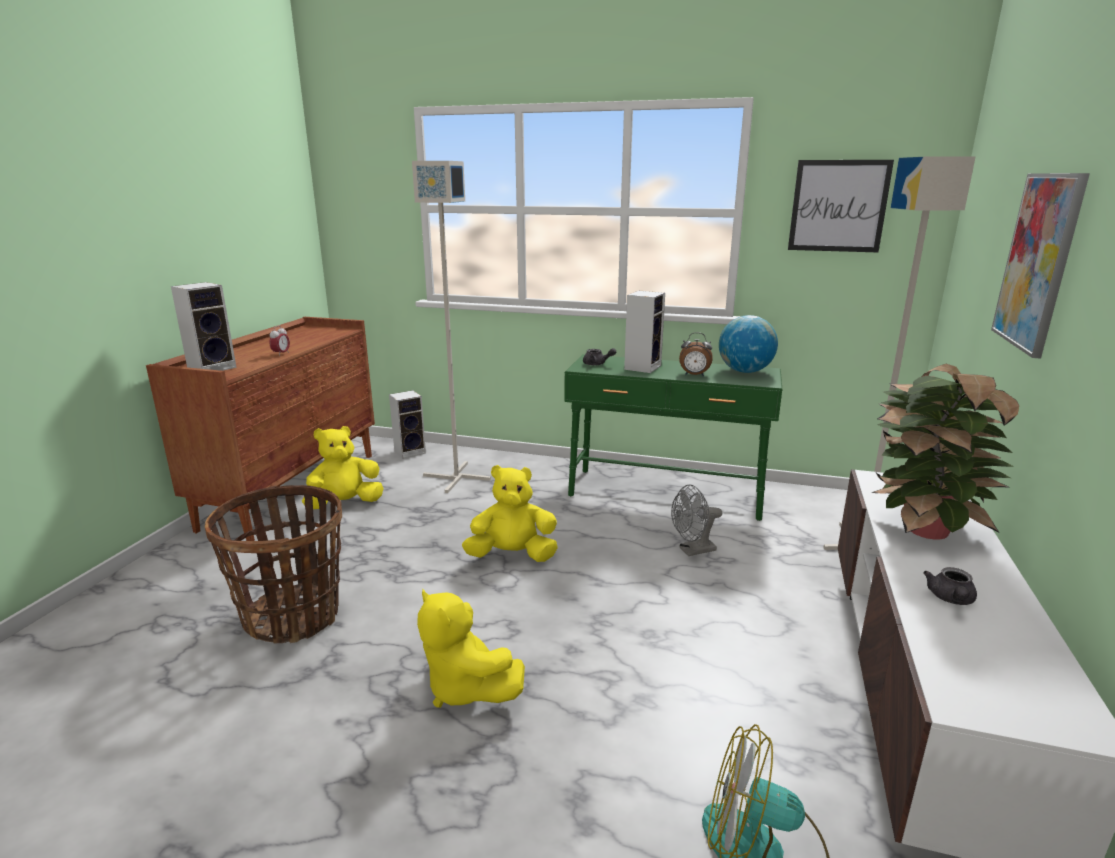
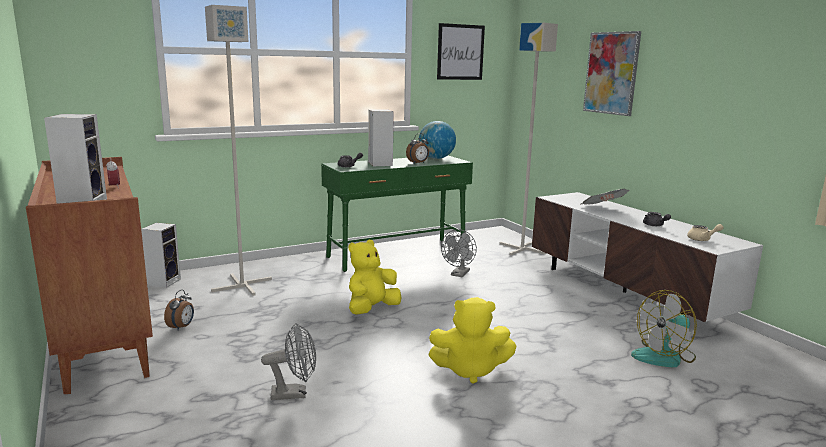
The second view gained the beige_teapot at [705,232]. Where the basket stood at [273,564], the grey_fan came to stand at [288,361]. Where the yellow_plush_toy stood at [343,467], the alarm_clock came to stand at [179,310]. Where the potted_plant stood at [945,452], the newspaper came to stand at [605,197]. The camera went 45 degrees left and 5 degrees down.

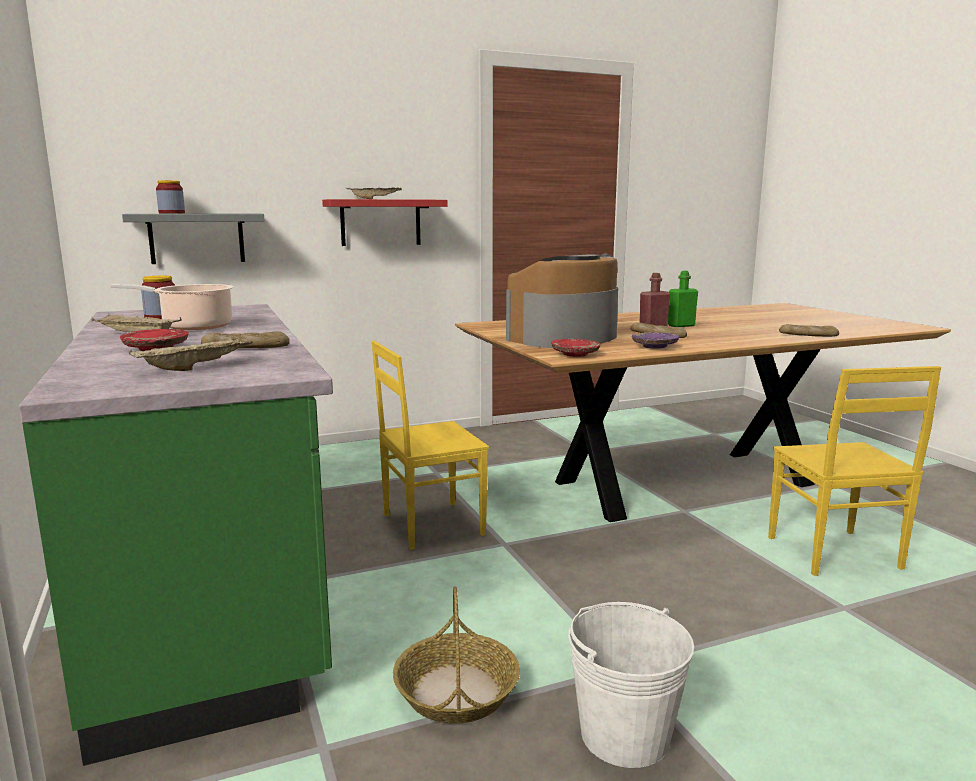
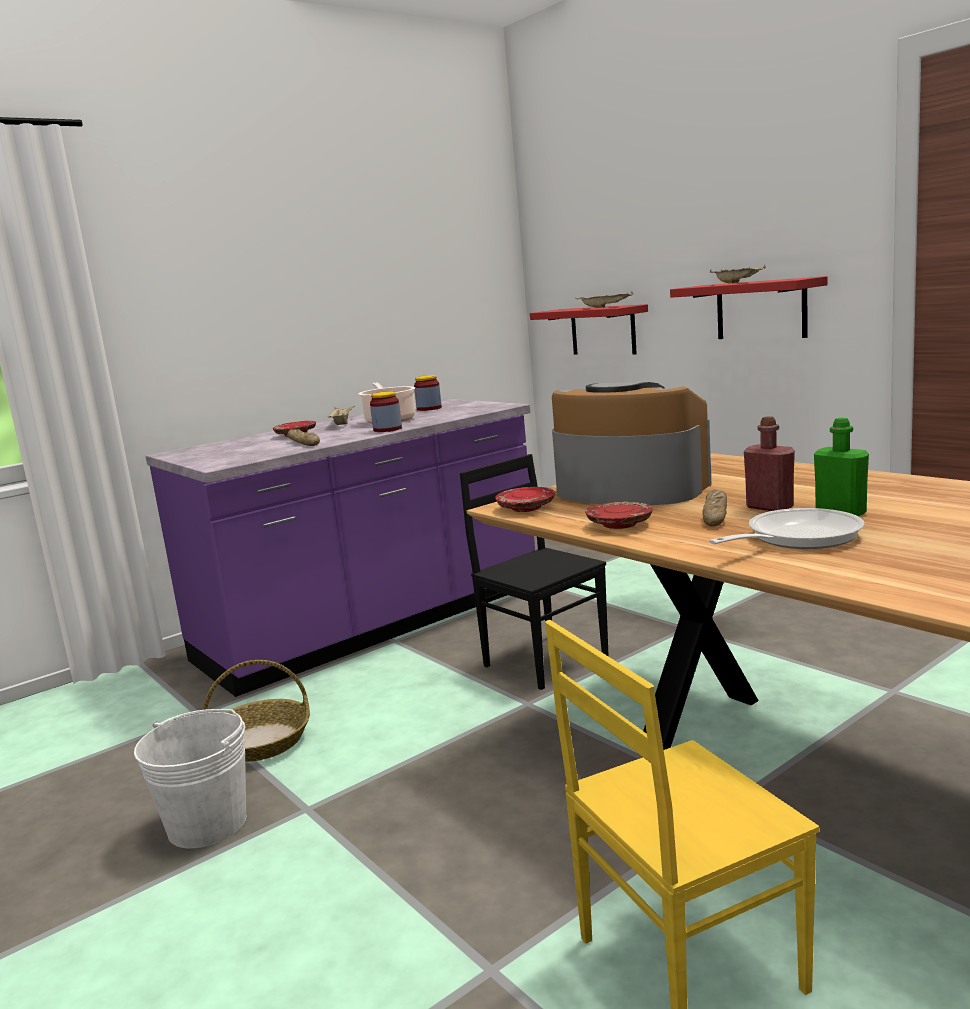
The second view lost the bread at [809,330]. The second view gained the frying_pan at [787,528]. The beige_tray ended up elsewhere, having gone from [191,353] to [604,299]. The jar ended up elsewhere, having gone from [170,196] to [386,411]. What was the green_counter at [176,535] turned into the purple_counter at [340,548]. What was the grey_shelf at [193,238] turned into the red_shelf at [589,329]. What was the yellow_chair at [430,445] turned into the black_chair at [534,572]. What was the purple_plate at [655,340] turned into the red_plate at [619,515]. The camera went 75 degrees right and 0 degrees up.

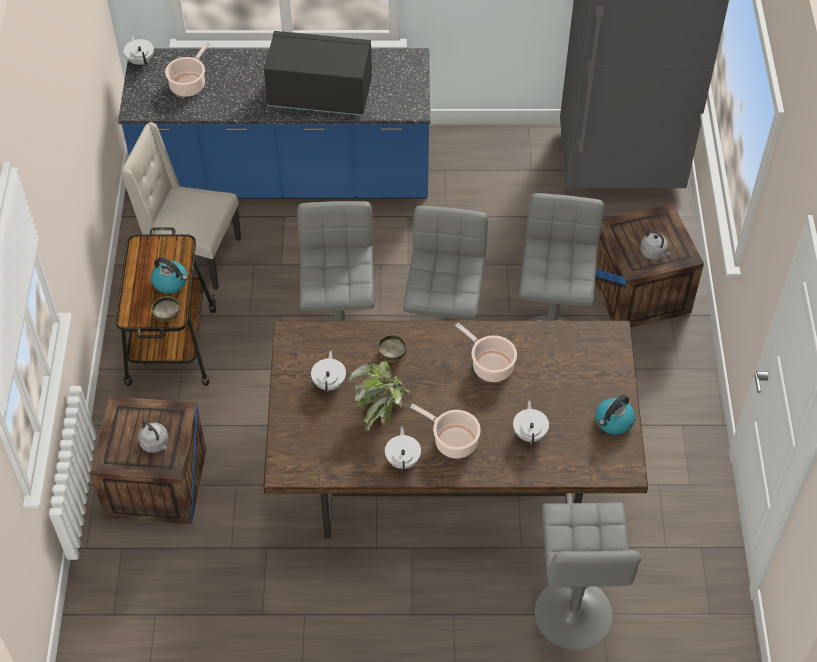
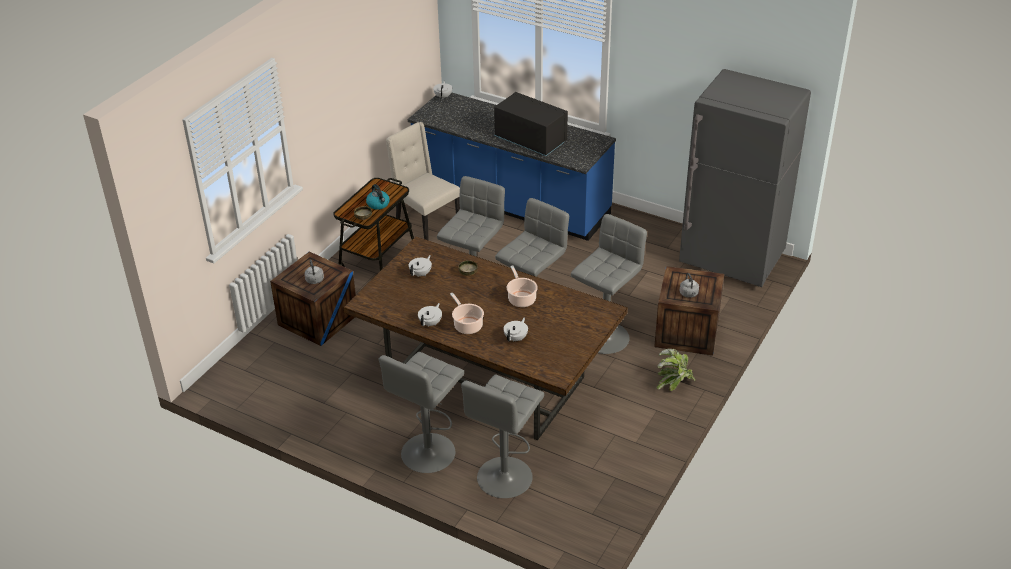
The second view lost the cooking_pot at [188,69]. The second view lost the kettle at [615,415]. The second view gained the grey_stool at [421,412]. The potted_plant ended up elsewhere, having gone from [379,396] to [676,370]. The camera went 30 degrees right and 15 degrees down.

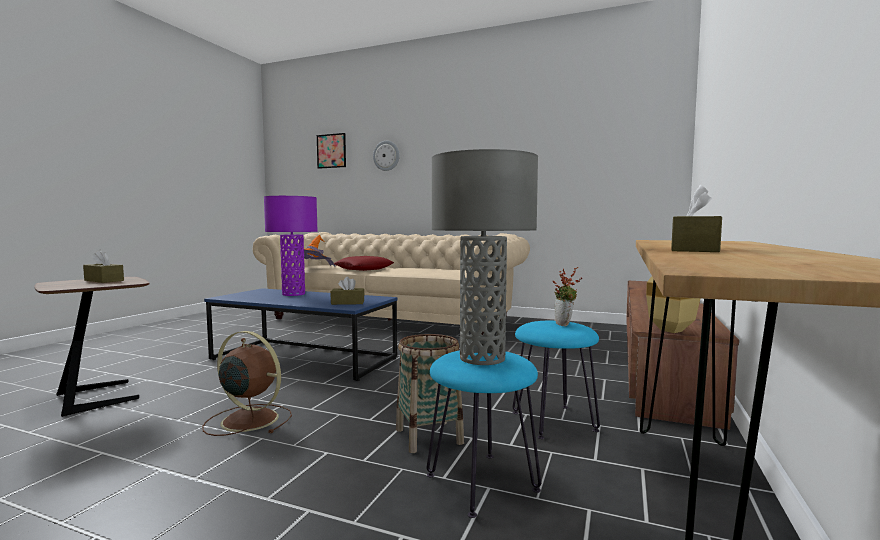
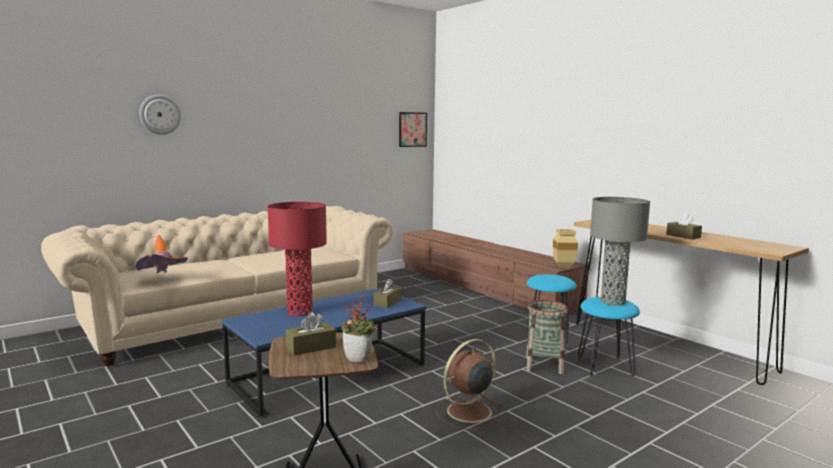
The second view lost the red_pillow at [363,263]. The picture ended up elsewhere, having gone from [331,151] to [413,129]. The potted_plant ended up elsewhere, having gone from [567,296] to [358,328]. What was the purple_table_lamp at [291,246] turned into the red_table_lamp at [297,259]. The camera went 60 degrees left and 5 degrees up.

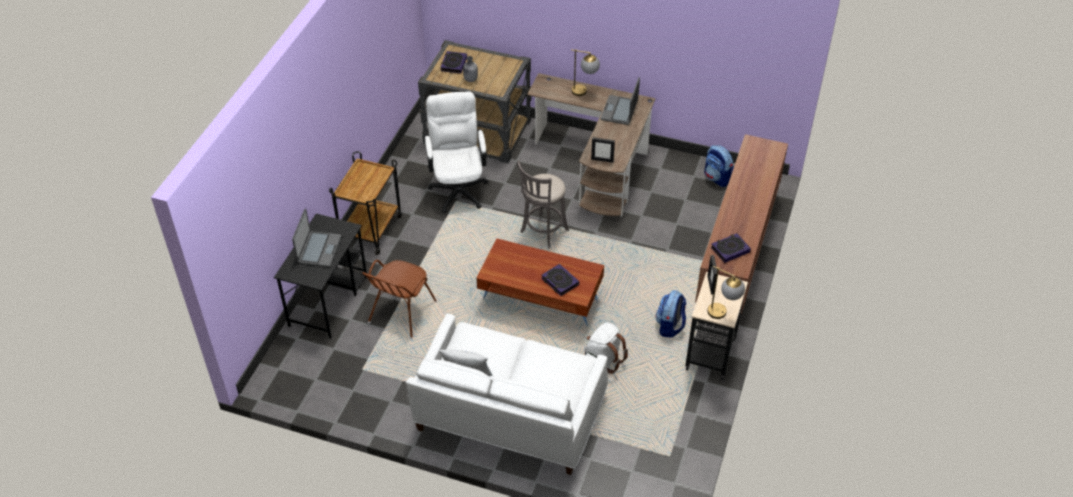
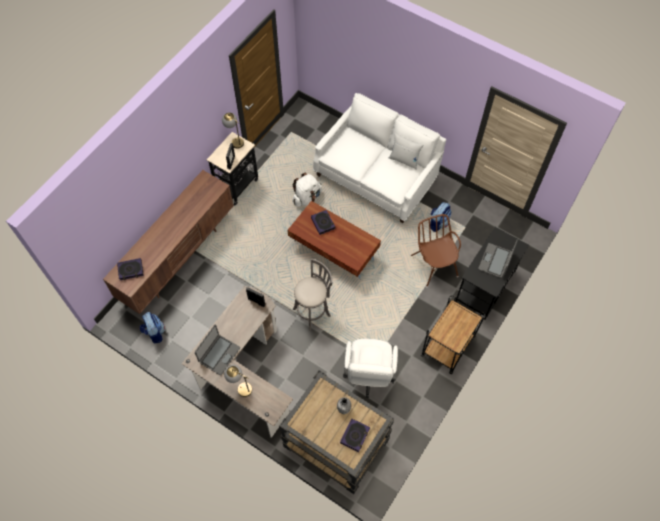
The backpack ended up elsewhere, having gone from [671,313] to [440,217]. The book ended up elsewhere, having gone from [731,248] to [130,269]. The brown_chair at [399,299] ended up facing another way, 60 degrees counterclockwise from before. The camera went 165 degrees left and 15 degrees up.

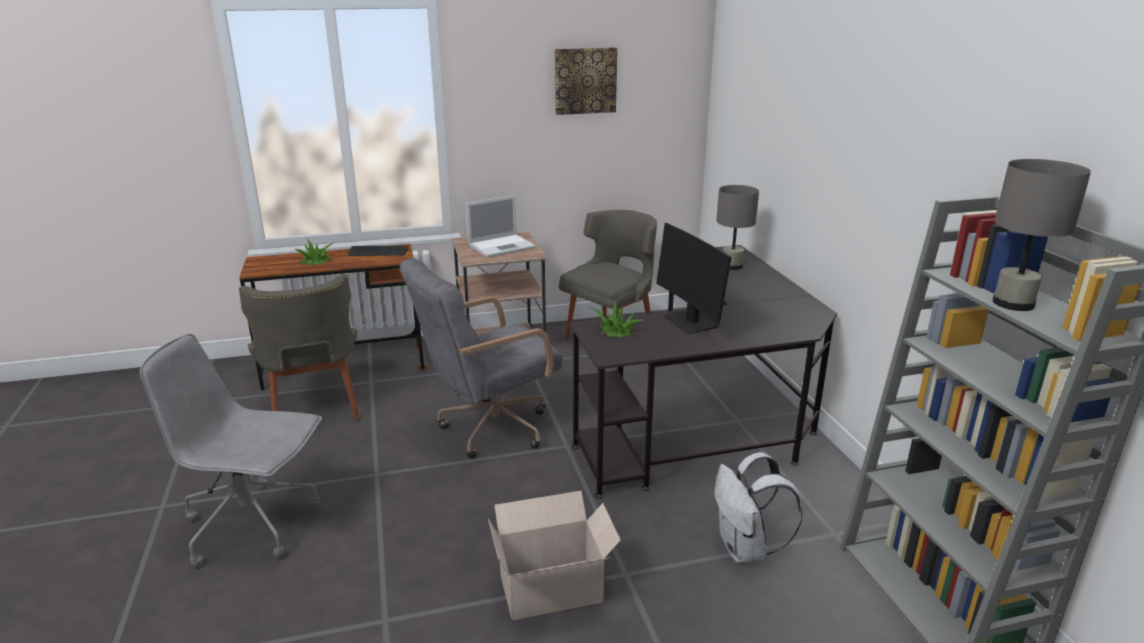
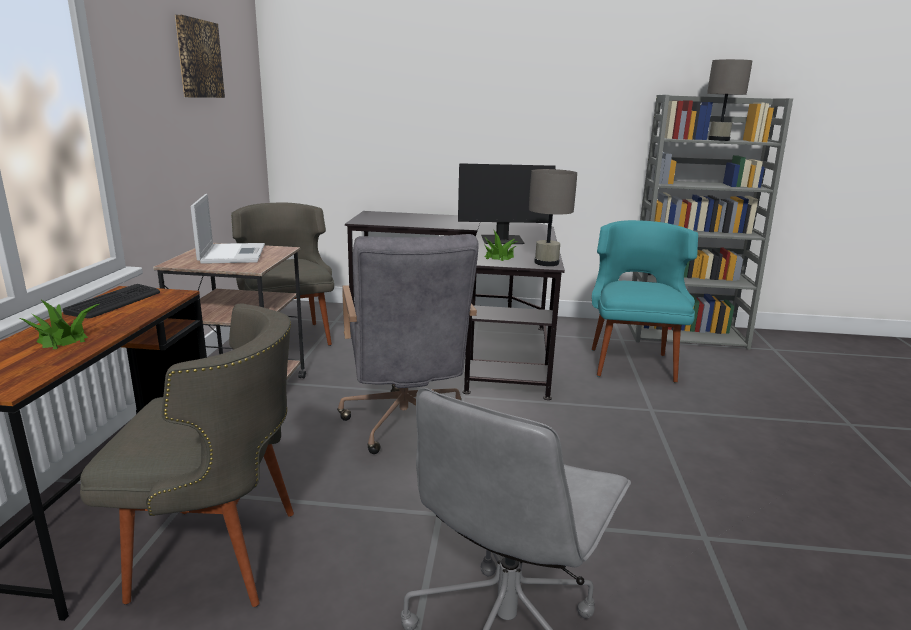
The second view lost the cardboard_box at [554,555]. The grey_table_lamp ended up elsewhere, having gone from [738,227] to [553,217]. Where the white_backpack stood at [759,507], the turquoise_chair came to stand at [645,301]. The camera went 70 degrees left and 5 degrees down.

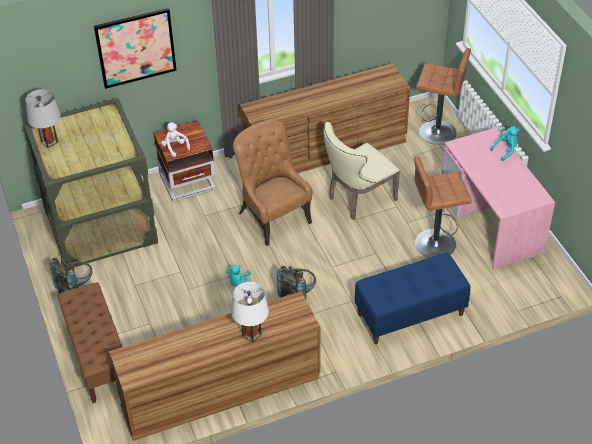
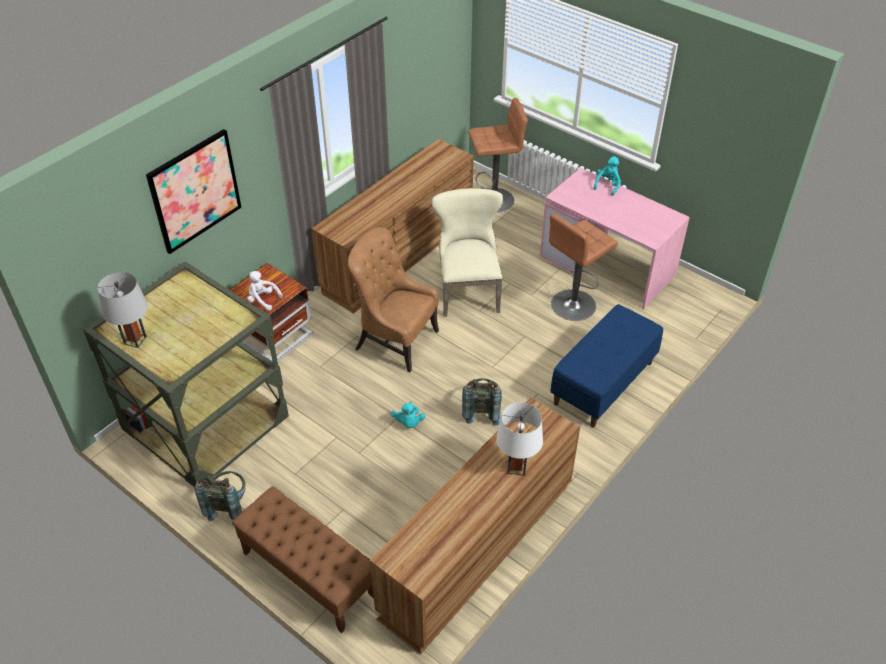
The beige_chair at [362,171] ended up facing another way, 150 degrees clockwise from before. The camera went 30 degrees left and 0 degrees up.

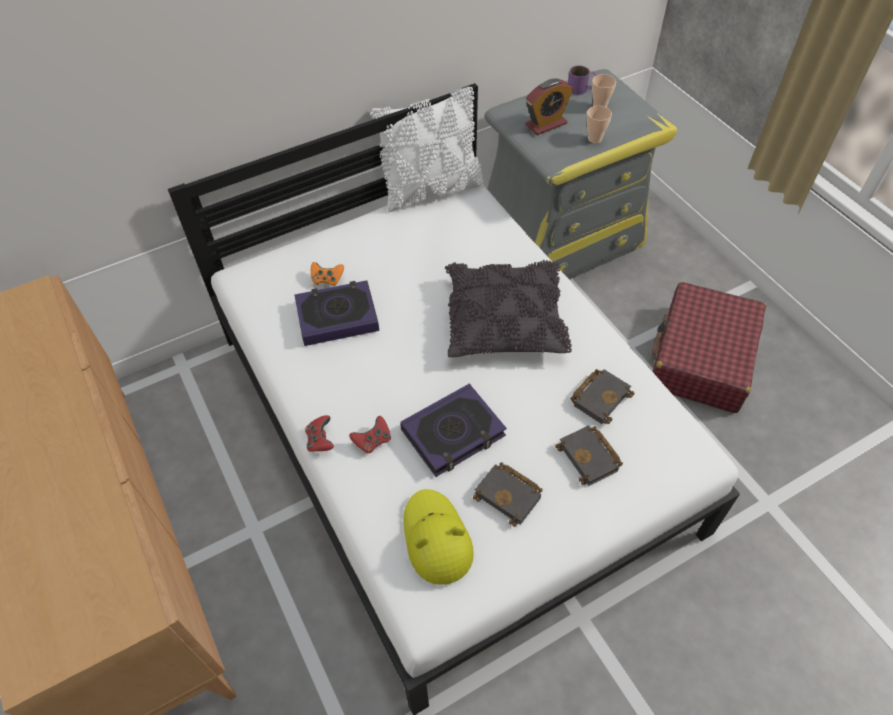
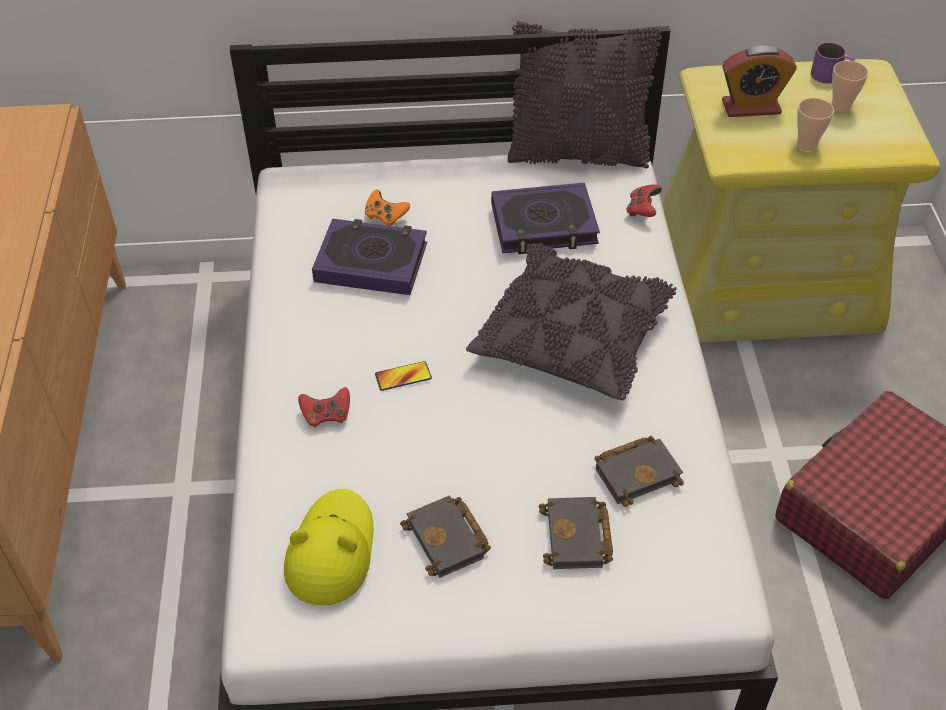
The second view gained the phone at [403,376]. The red_game_controller ended up elsewhere, having gone from [319,433] to [644,201]. The book ended up elsewhere, having gone from [453,430] to [545,218]. What was the white_pillow at [427,149] turned into the black_pillow at [584,95]. What was the grey_nightstand at [580,174] turned into the yellow_nightstand at [801,201]. The camera went 25 degrees right and 5 degrees down.

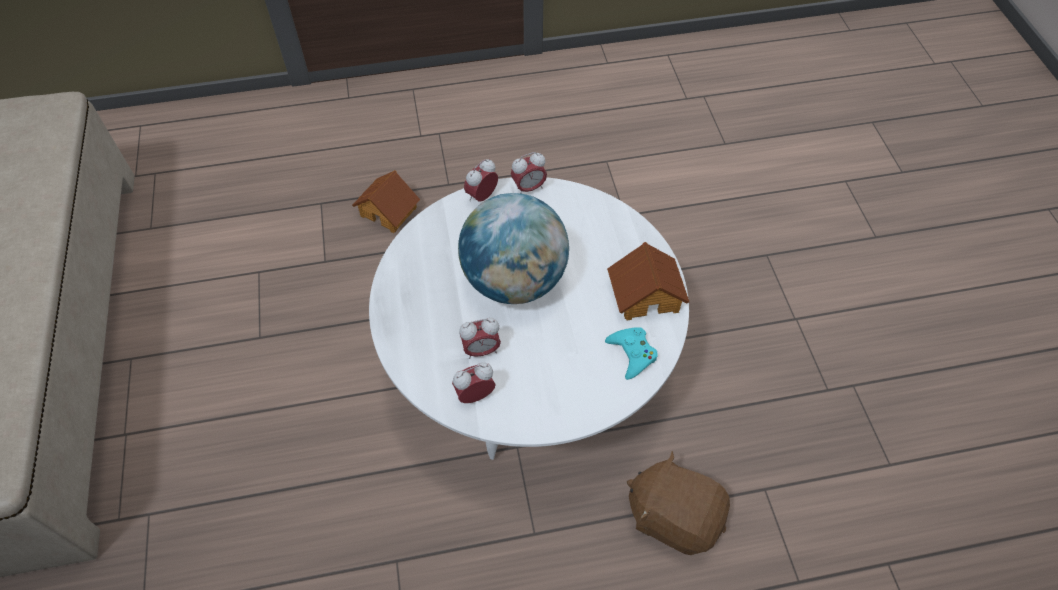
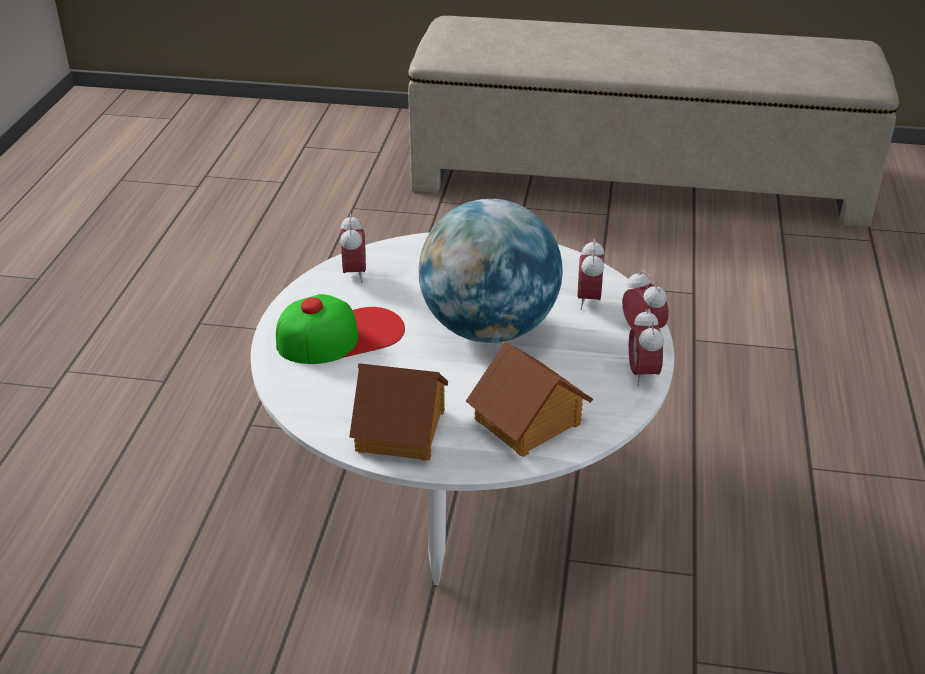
The second view lost the turquoise_game_controller at [631,353]. The second view lost the brown_plush_toy at [678,503]. The second view gained the cap at [340,329]. The toy_house ended up elsewhere, having gone from [386,201] to [529,399]. The alarm_clock ended up elsewhere, having gone from [480,338] to [590,274]. The camera went 110 degrees right and 20 degrees down.

